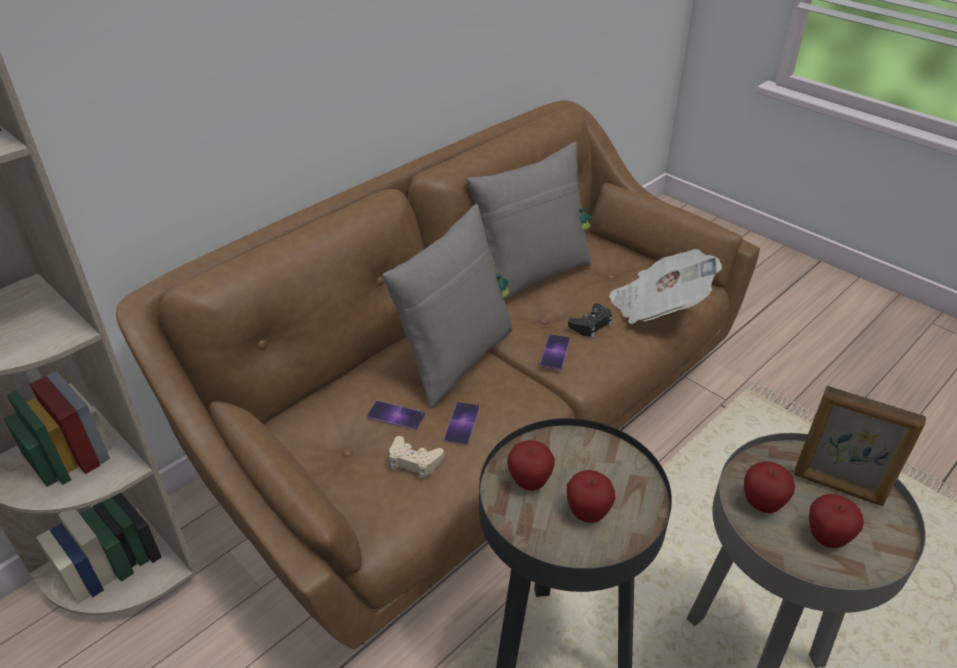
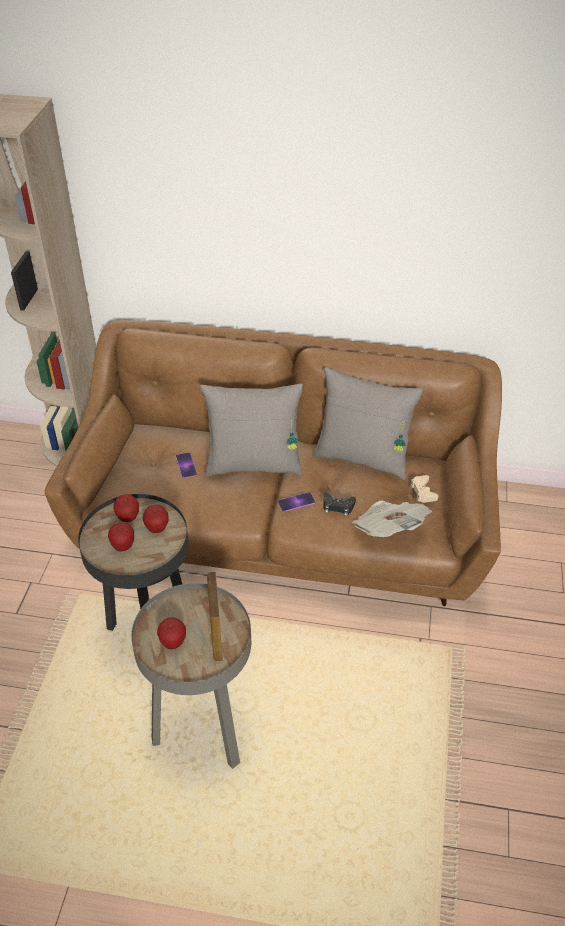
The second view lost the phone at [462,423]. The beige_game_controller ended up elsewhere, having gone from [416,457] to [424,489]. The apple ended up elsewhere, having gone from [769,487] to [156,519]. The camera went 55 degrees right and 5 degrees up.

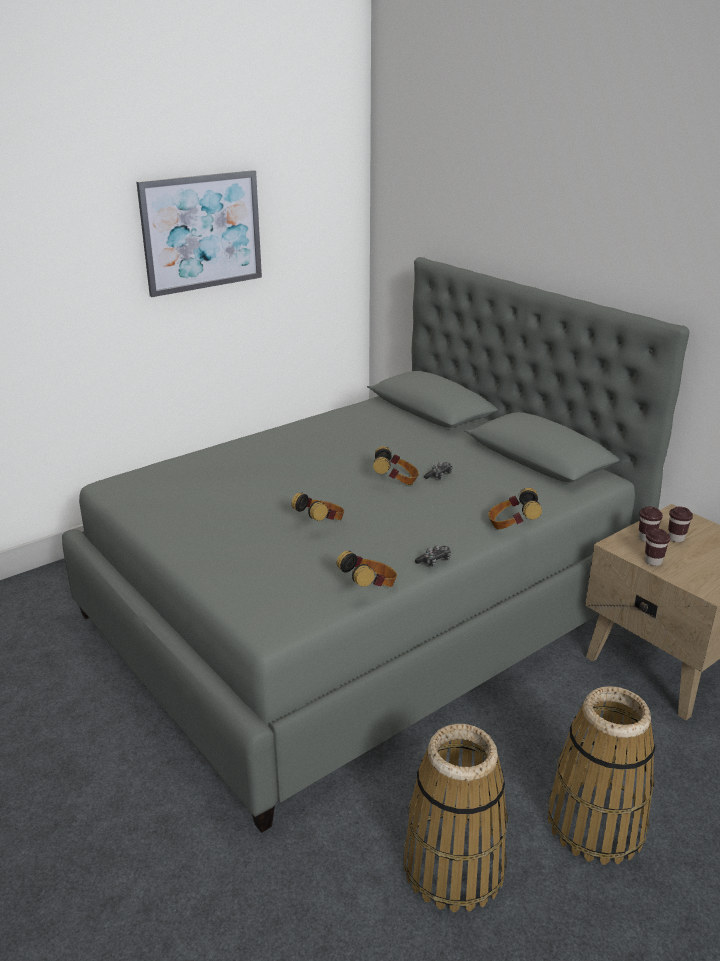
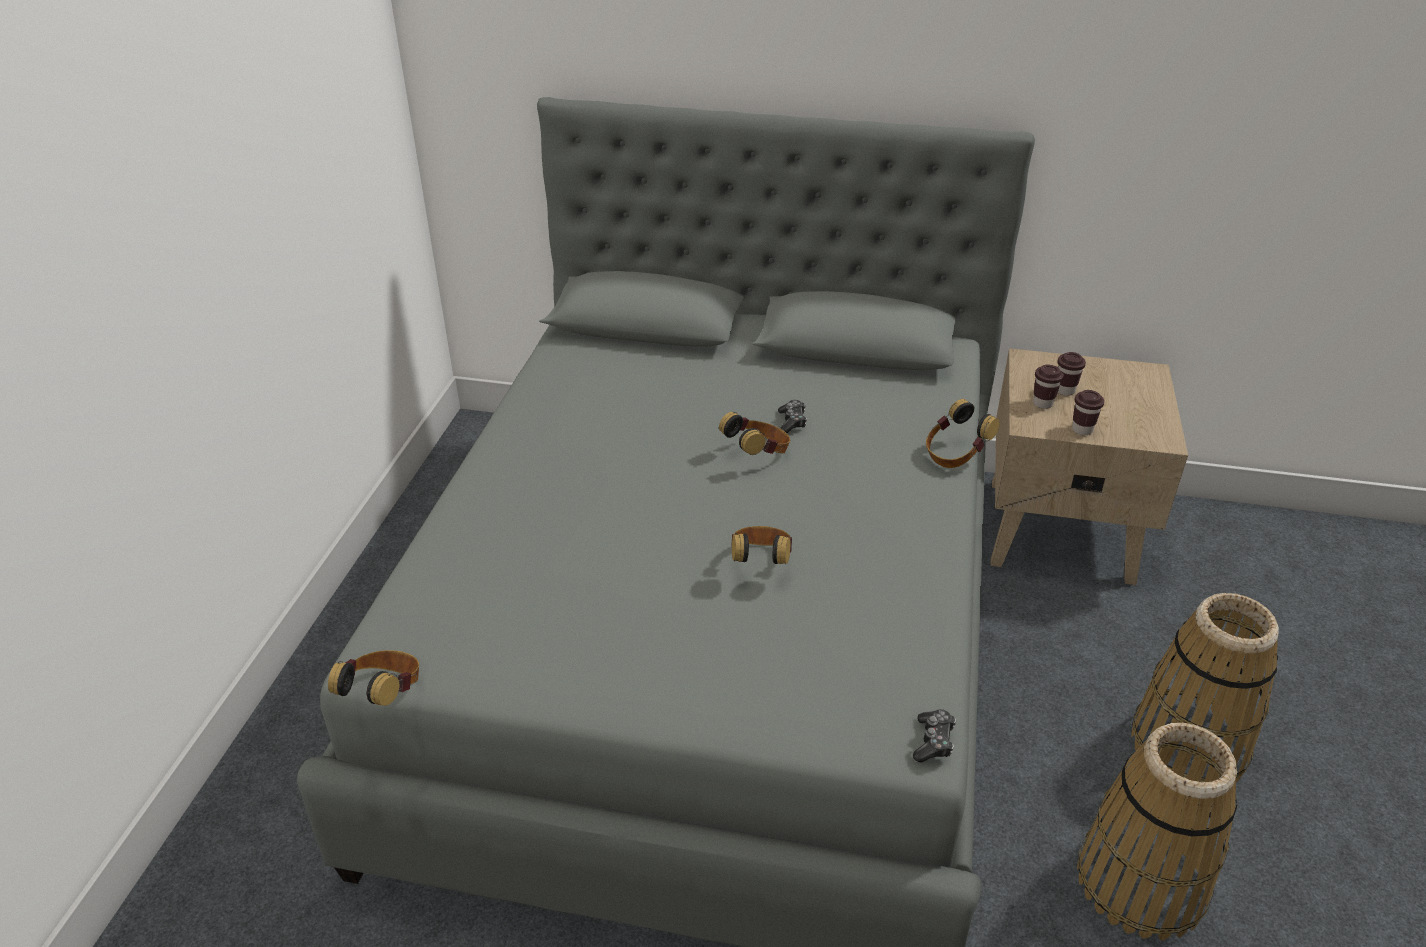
The second view lost the picture at [199,233]. The headphones ended up elsewhere, having gone from [367,569] to [373,678]. The game_controller ended up elsewhere, having gone from [433,556] to [934,736]. The camera went 40 degrees left and 10 degrees up.

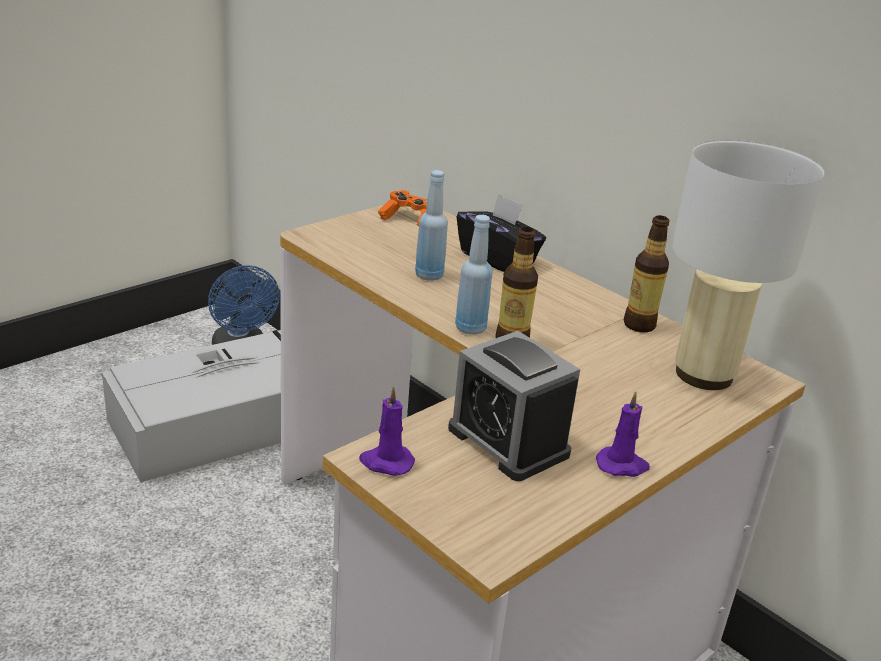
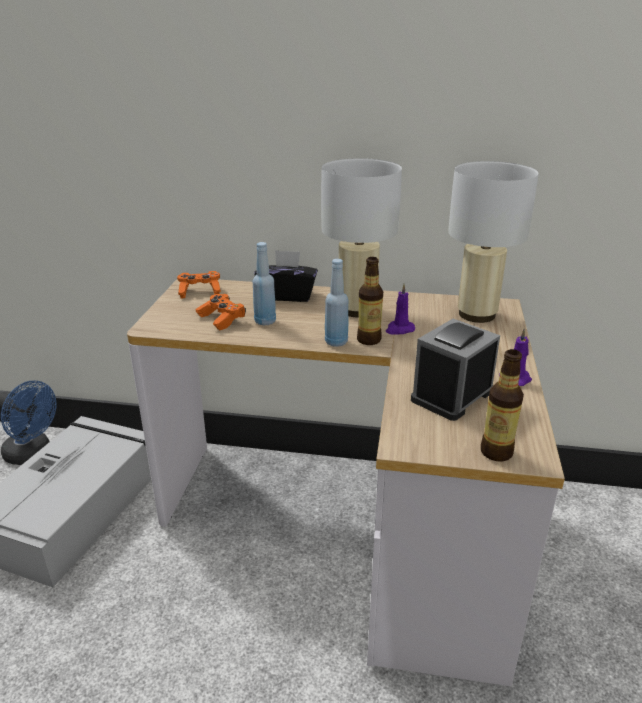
The second view gained the orange_game_controller at [221,312]. The second view gained the white_table_lamp at [361,237]. The purple_candle ended up elsewhere, having gone from [387,431] to [400,309]. The bottle ended up elsewhere, having gone from [646,273] to [502,405]. The alarm_clock at [514,406] ended up facing another way, 120 degrees clockwise from before. The camera went 35 degrees left and 0 degrees up.

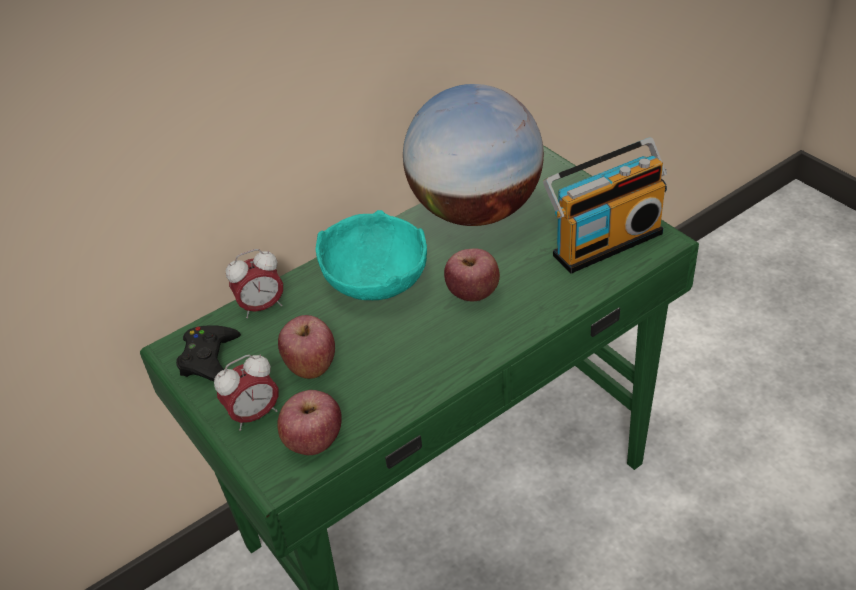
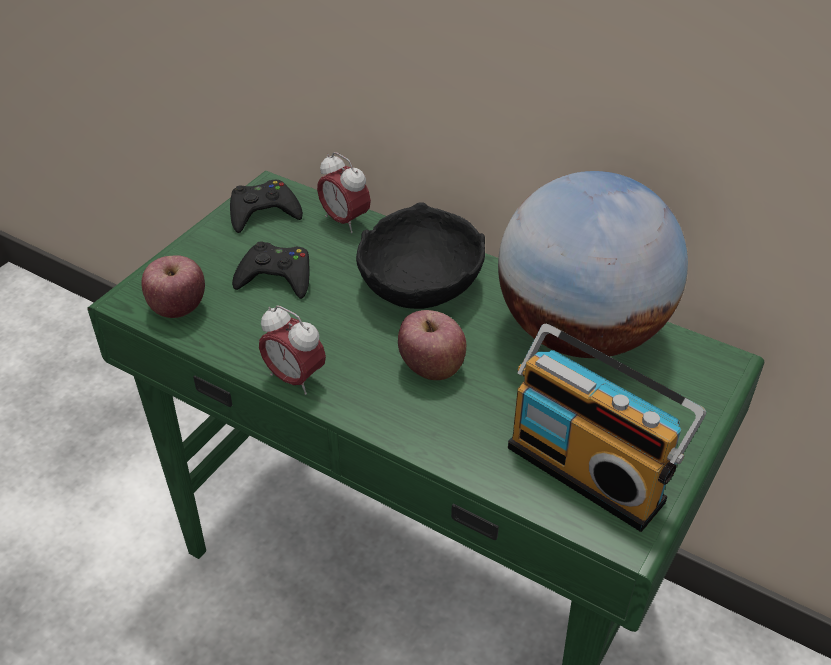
The alarm_clock ended up elsewhere, having gone from [246,393] to [292,350]. Where the apple stood at [306,347], the black_game_controller came to stand at [270,270]. What was the turquoise_bowl at [371,255] turned into the black_bowl at [420,255]. The camera went 65 degrees right and 0 degrees up.

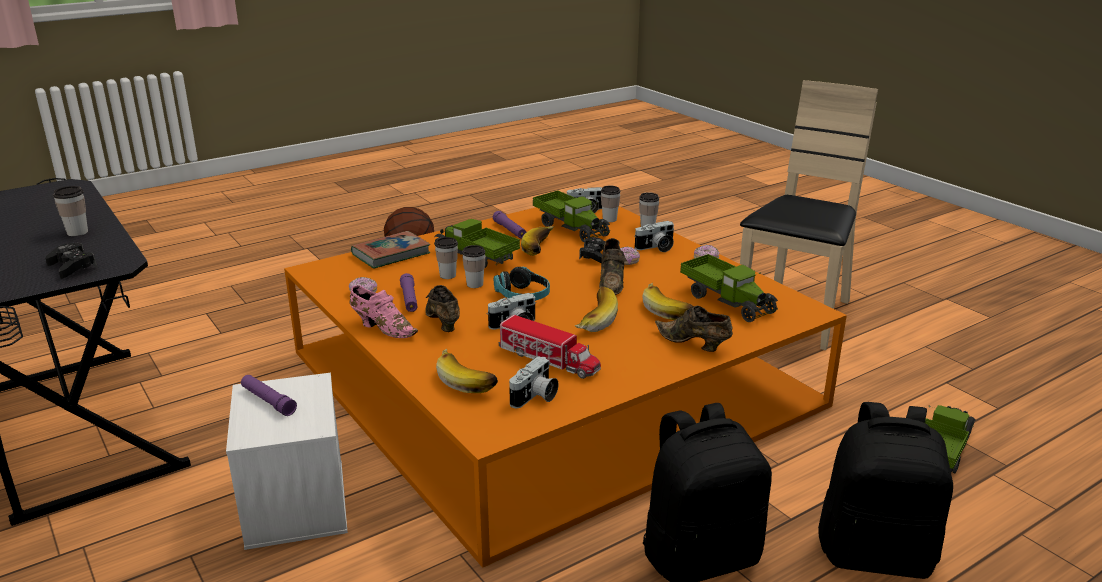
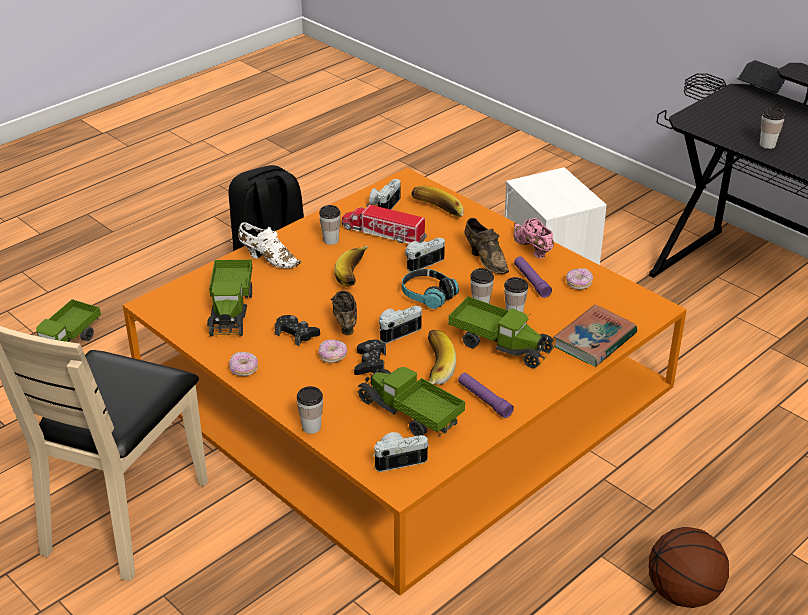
The second view lost the purple_flashlight at [269,395]. The second view lost the banana at [668,301]. The second view lost the black_backpack at [885,490]. The black_game_controller ended up elsewhere, having gone from [71,261] to [297,330]. The cup ended up elsewhere, having gone from [610,204] to [330,225]. The photo_camera ended up elsewhere, having gone from [654,236] to [400,325]. What was the brown_shoe at [694,329] turned into the white_shoe at [269,245]. The pink_shoe at [383,311] ended up facing another way, 45 degrees clockwise from before. The toy_truck at [729,288] ended up facing another way, 135 degrees counterclockwise from before. The camera went 170 degrees right and 10 degrees up.

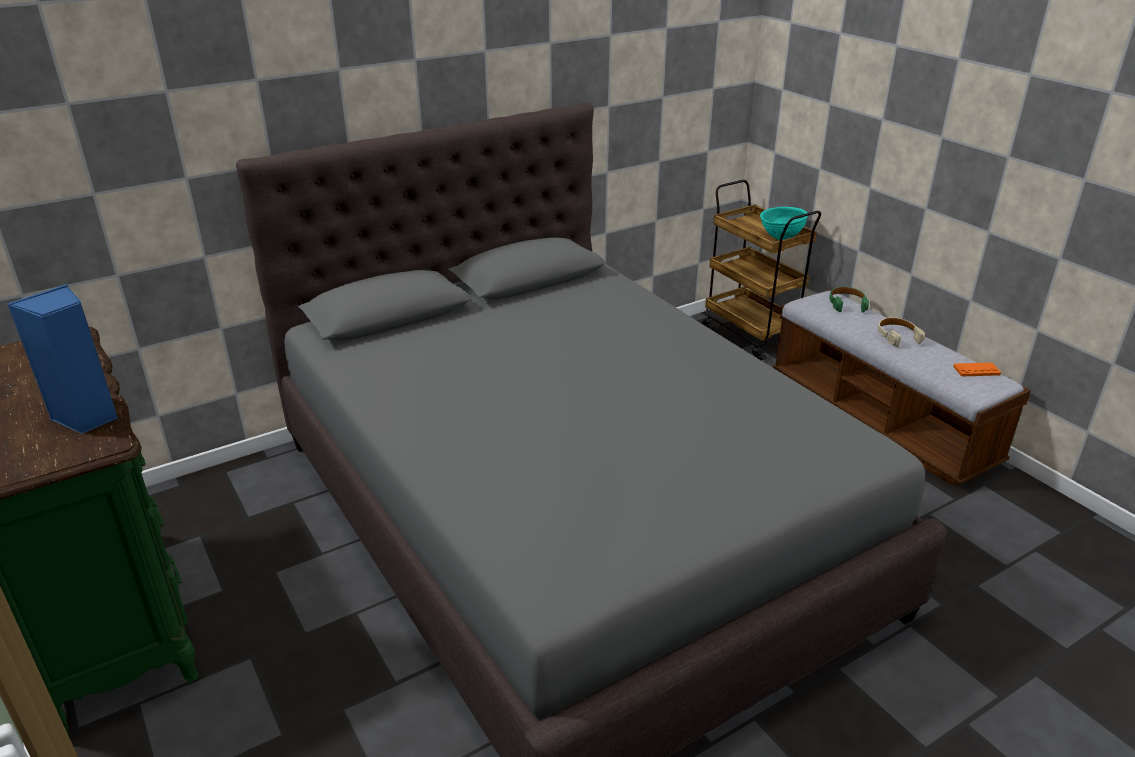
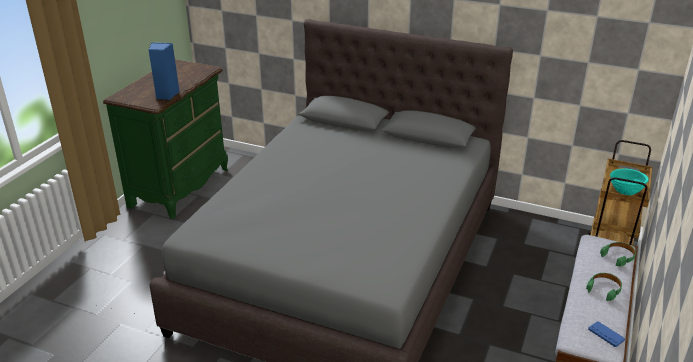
What was the beige_headphones at [901,332] turned into the green_headphones at [604,287]. What was the orange_game_controller at [977,369] turned into the blue_game_controller at [606,334]. The camera went 55 degrees right and 0 degrees up.

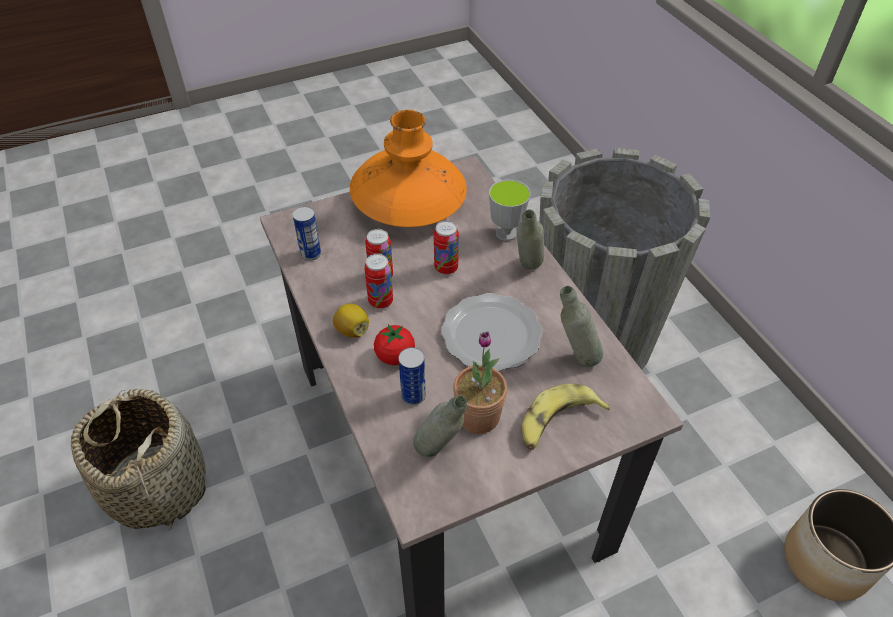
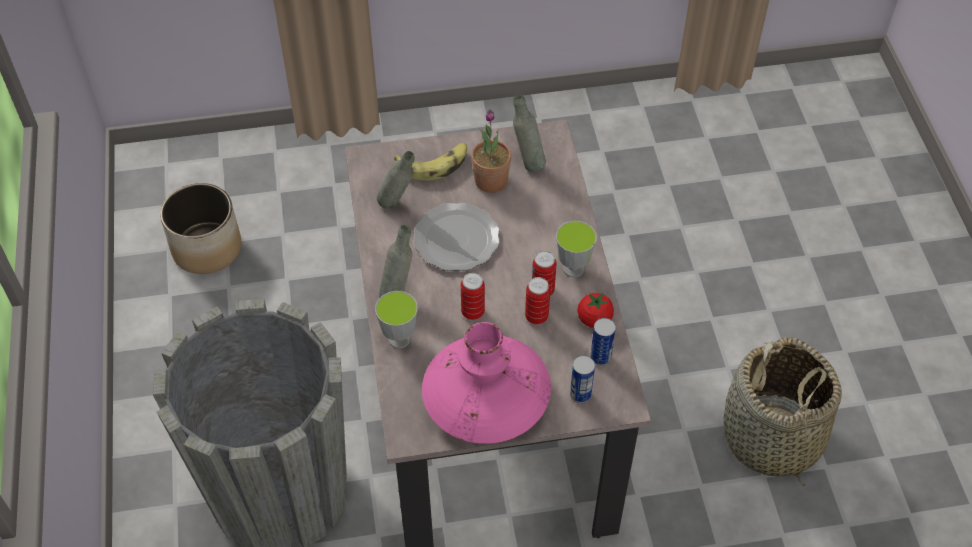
The tomato ended up elsewhere, having gone from [394,344] to [596,310]. The can ended up elsewhere, having gone from [412,376] to [582,379]. Where the lemon stood at [351,320], the cup came to stand at [576,249]. What was the orange_vase at [408,168] turned into the pink_vase at [486,383]. The camera went 165 degrees left and 5 degrees up.

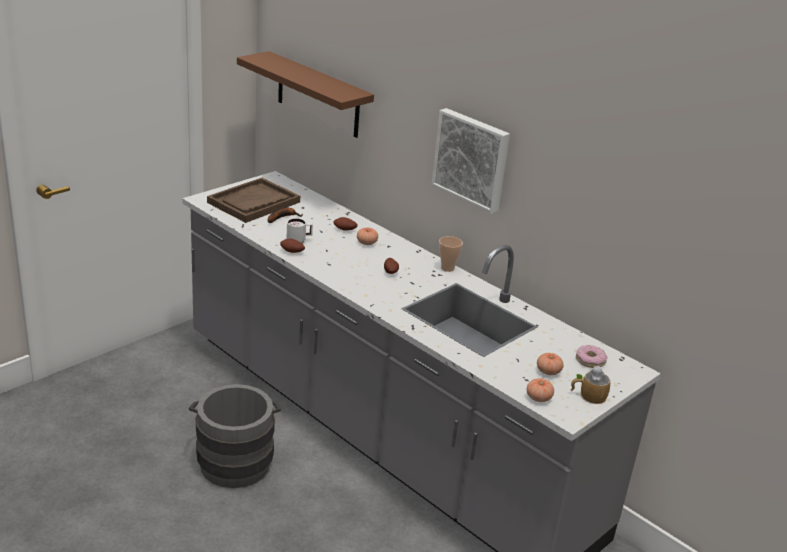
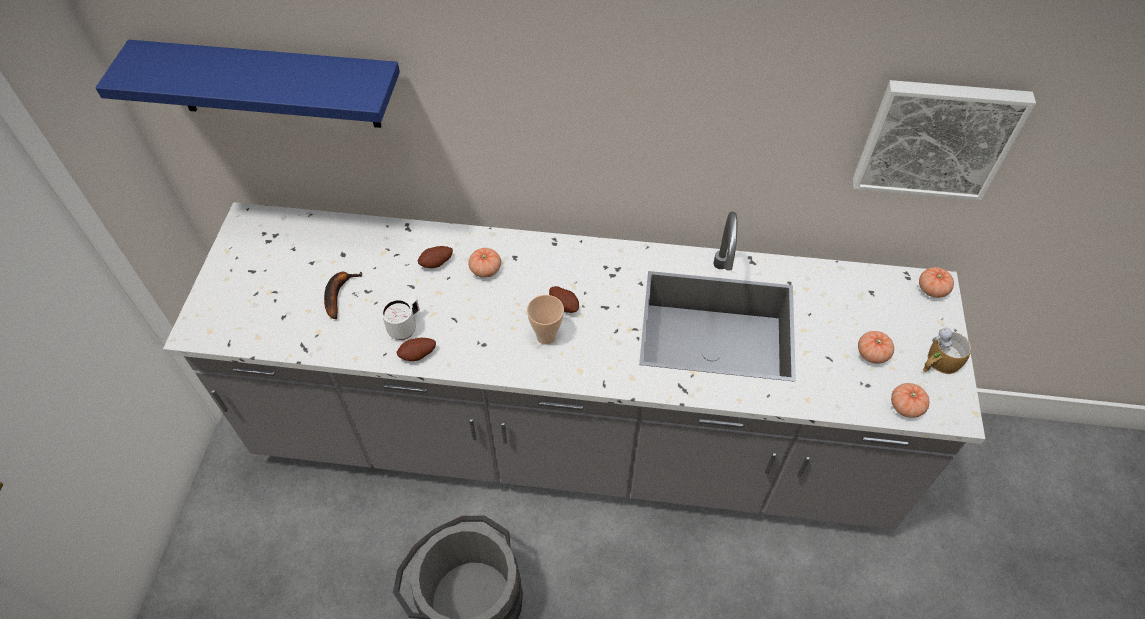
The second view lost the brown_tray at [253,200]. The second view lost the donut at [591,356]. The second view gained the tomato at [936,282]. The picture ended up elsewhere, having gone from [470,160] to [944,140]. The cup ended up elsewhere, having gone from [451,254] to [545,320]. What was the brown_shelf at [305,94] turned into the blue_shelf at [248,84]. The camera went 35 degrees left and 25 degrees up.

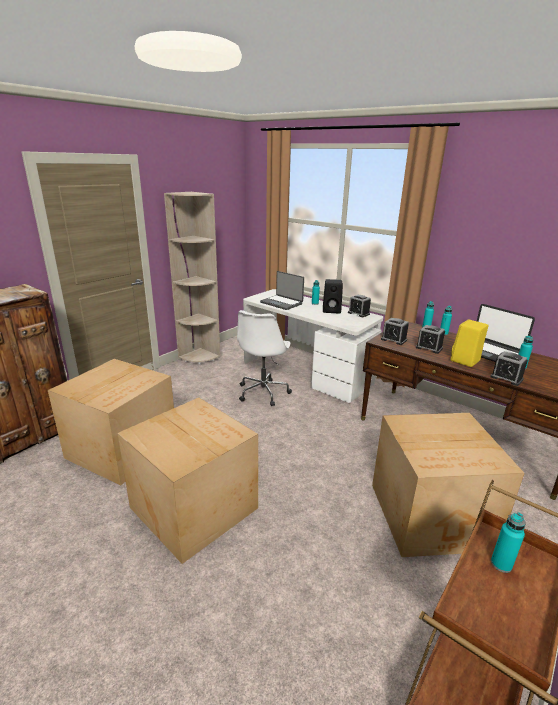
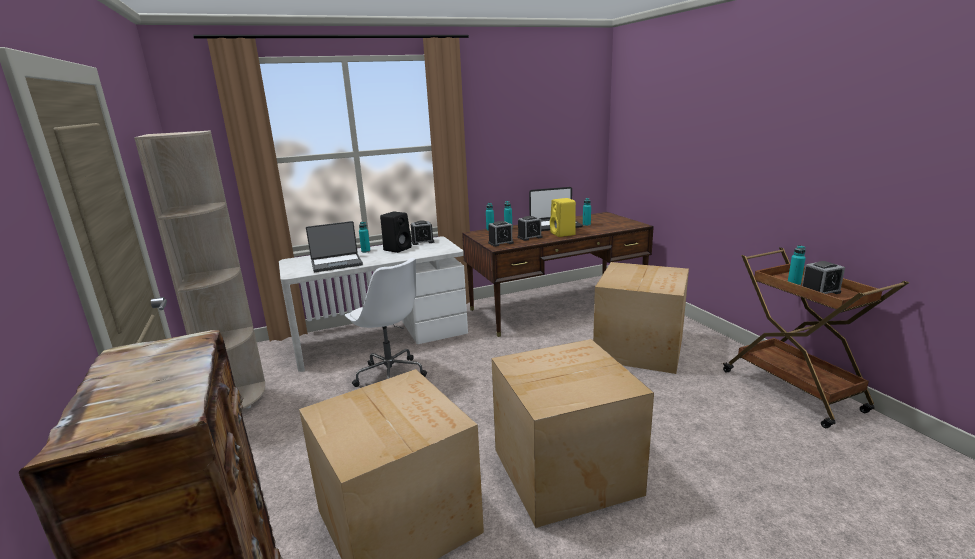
The alarm_clock ended up elsewhere, having gone from [509,368] to [823,277]. The camera went 60 degrees left and 5 degrees down.

